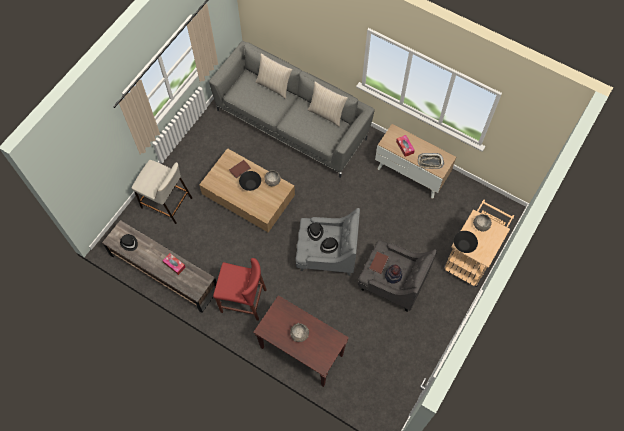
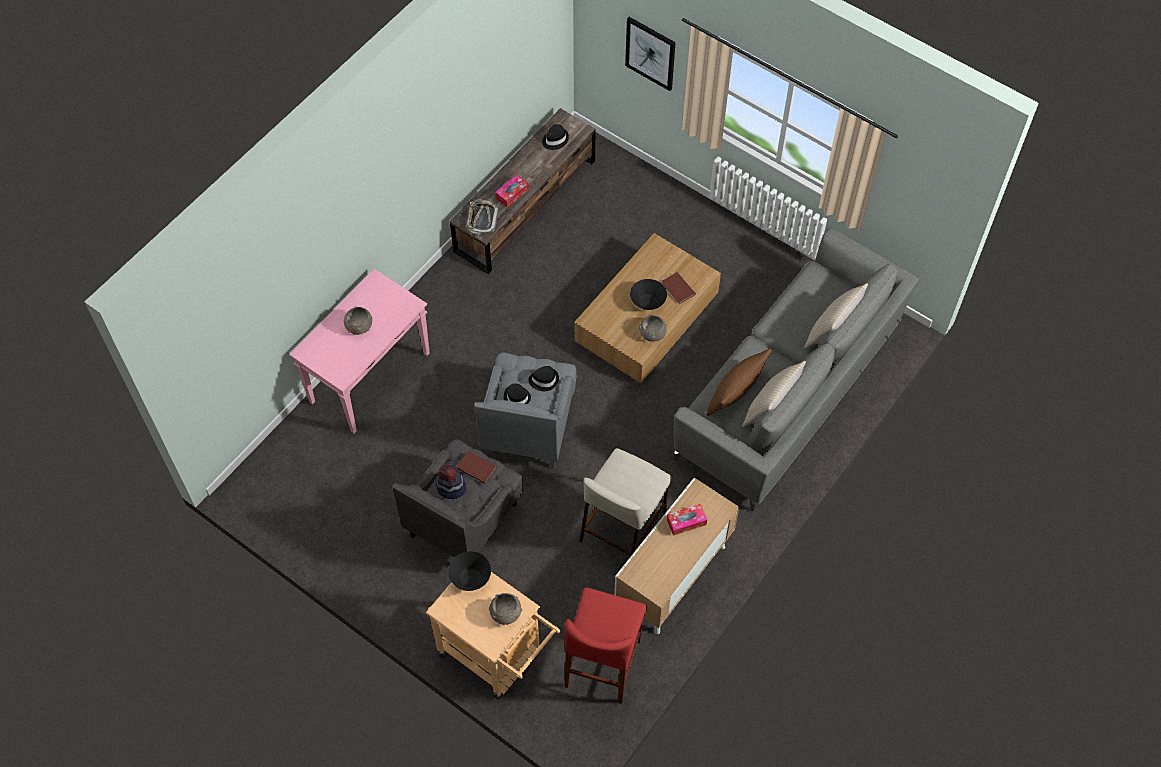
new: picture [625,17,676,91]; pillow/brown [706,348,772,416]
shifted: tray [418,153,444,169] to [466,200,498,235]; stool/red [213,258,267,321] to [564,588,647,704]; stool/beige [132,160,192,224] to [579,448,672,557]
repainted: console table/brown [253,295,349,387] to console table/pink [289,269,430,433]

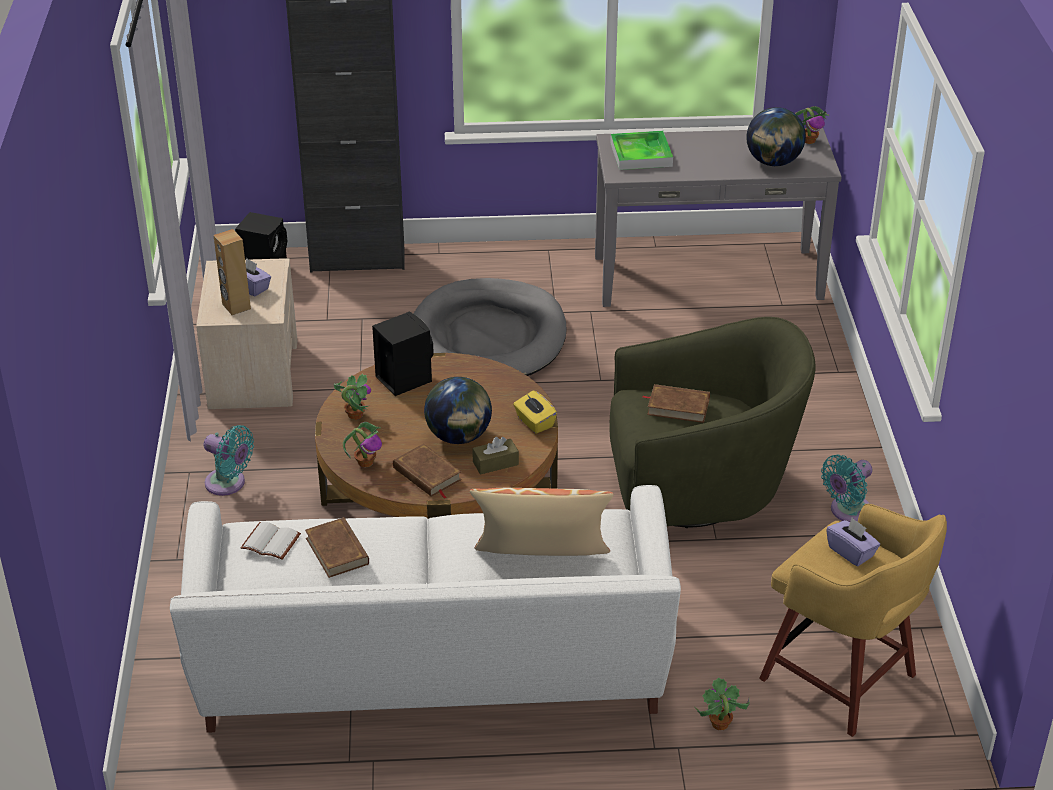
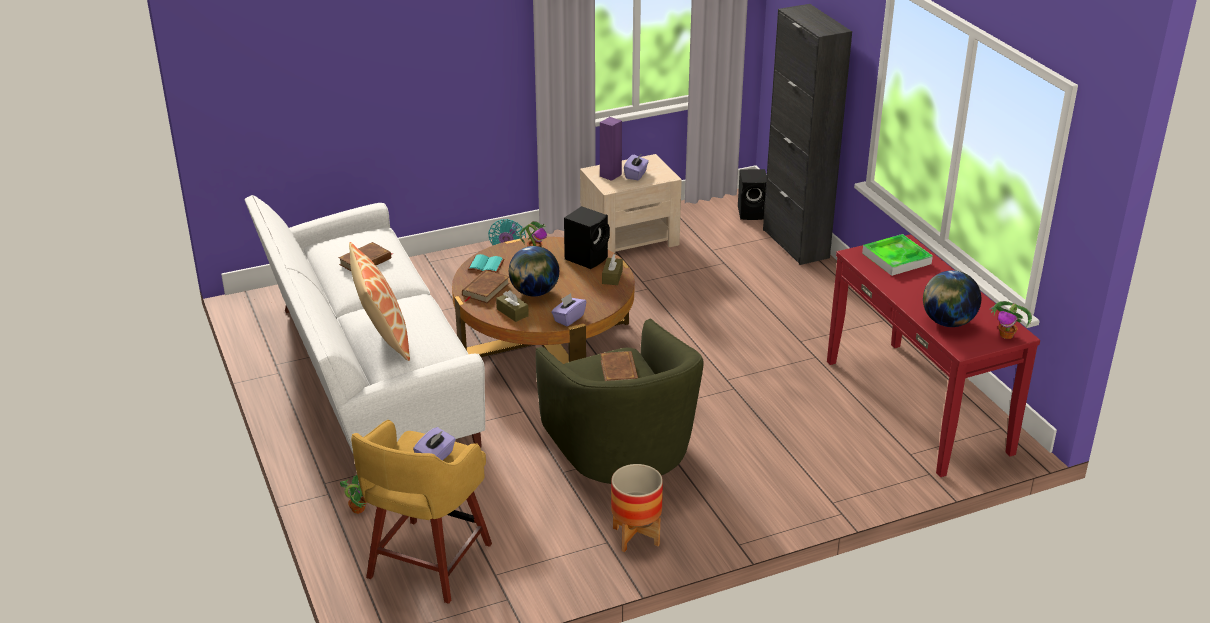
gone: book/white [241,522,301,560]; dog bed/grey [414,278,567,376]
new: tissue box/brown [602,254,623,285]
swapped: potted plant [343,422,382,467] to book/turquoise [467,254,504,273]; fan/turquoise [821,454,872,522] to planter [611,464,663,552]
repainted: tissue box/yellow [513,391,557,434] to tissue box/purple [551,293,586,326]; speaker/brown [213,229,251,315] to speaker/purple [600,117,622,181]; console table/grey [595,128,842,307] to console table/red [827,234,1040,477]

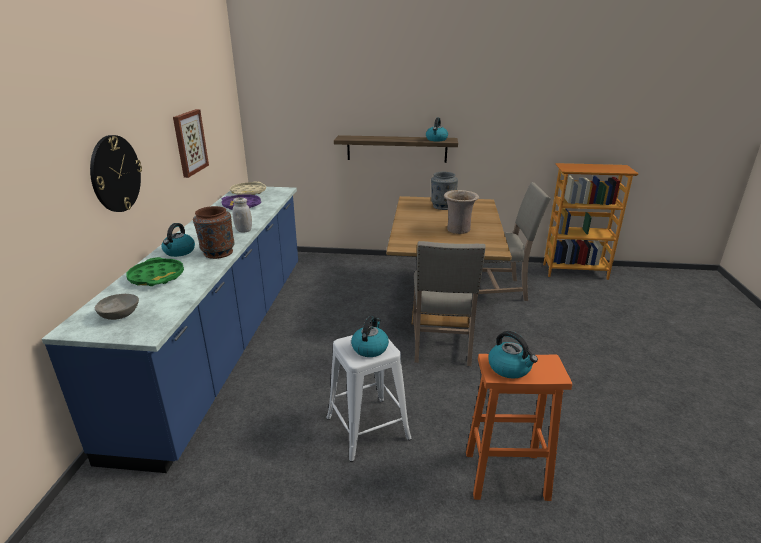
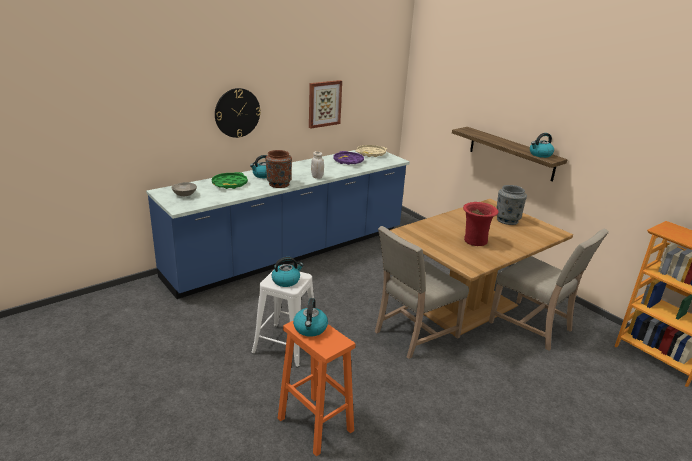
repainted: vase/beige [444,190,479,234] to vase/red [463,202,498,246]

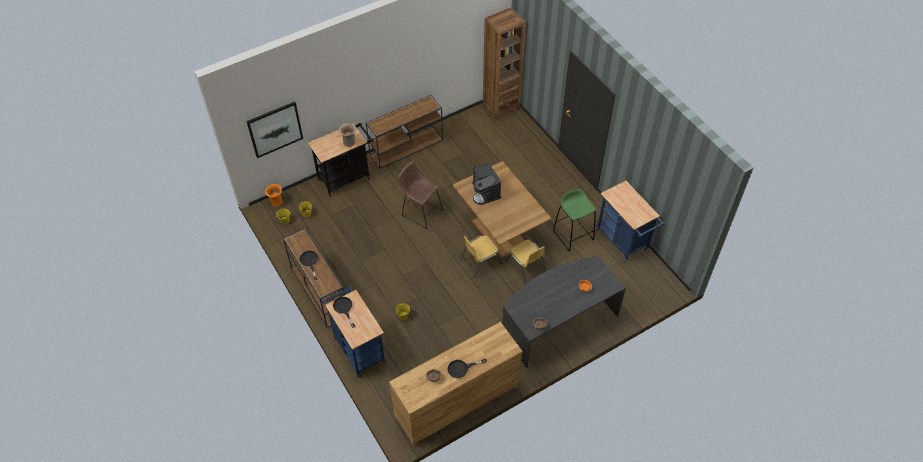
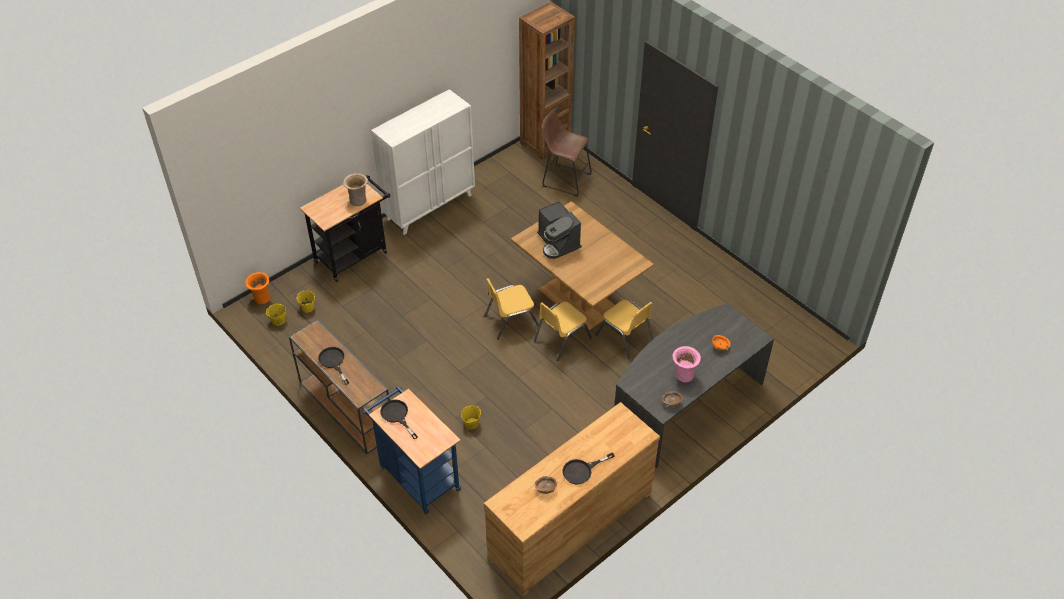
gone: picture [246,102,303,158]; stool/green [553,189,596,251]; cart/blue [596,181,664,262]
new: chair/yellow [484,278,539,340]; vase/pink [672,346,701,382]
shifted: stool/brown [398,161,443,229] to [542,109,592,197]
swapped: console table/brown [366,95,443,169] to cabinet/white [371,89,475,235]

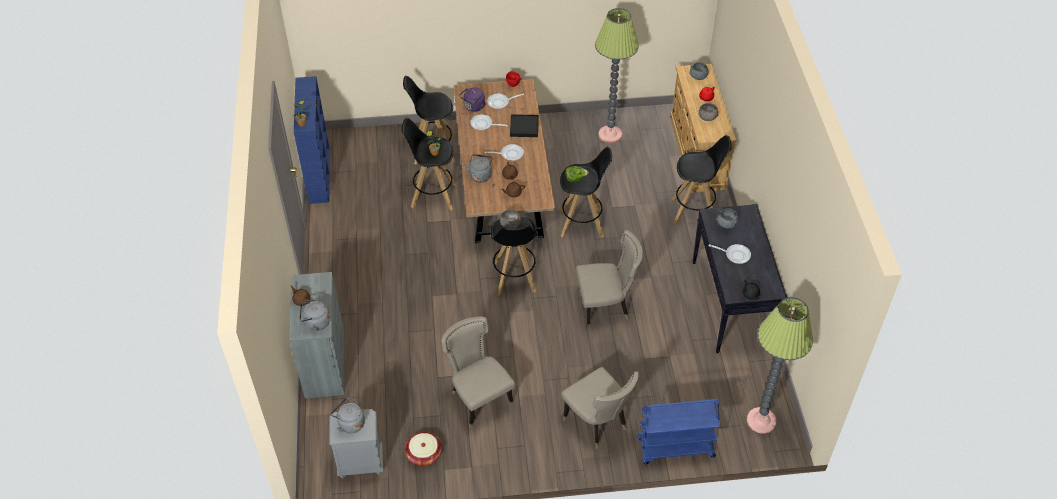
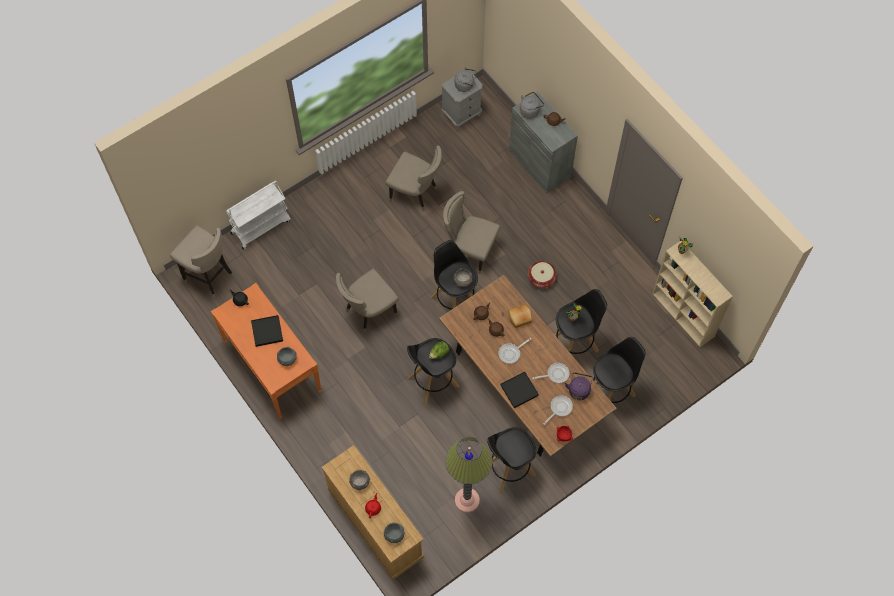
shifted: chair/beige [561,367,639,449] to [443,191,500,274]; stool/black [672,135,731,225] to [487,427,536,494]; basket [405,432,442,466] to [528,261,557,288]
swapped: floor lamp [747,297,813,434] to stool/beige [170,225,234,298]; frying pan [709,244,751,264] to tray/black [251,315,283,347]; kettle/grey [465,154,493,182] to bread [508,305,532,328]
repainted: console table/black [693,204,788,353] to console table/orange [210,283,322,419]; cart/blue [638,399,720,464] to cart/white [226,181,291,250]; bookcase/blue [294,76,330,204] to bookcase/beige [652,241,733,347]

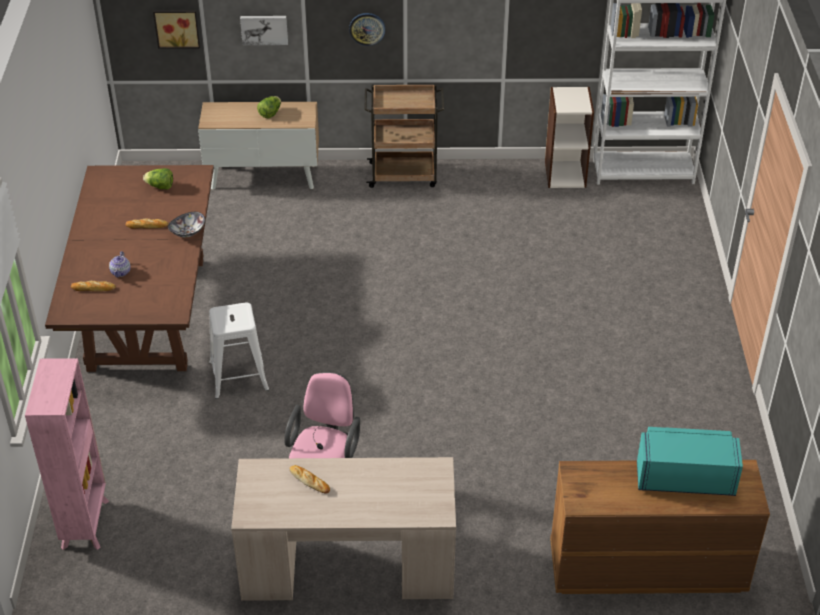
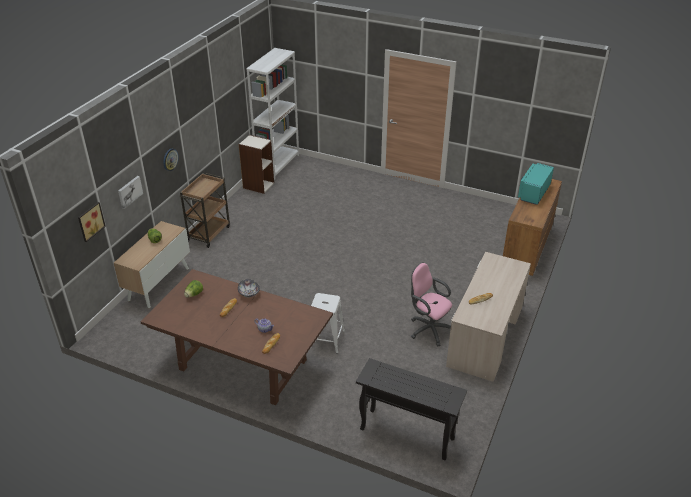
swapped: bookcase/pink [25,358,109,550] to console table/black [356,358,467,460]

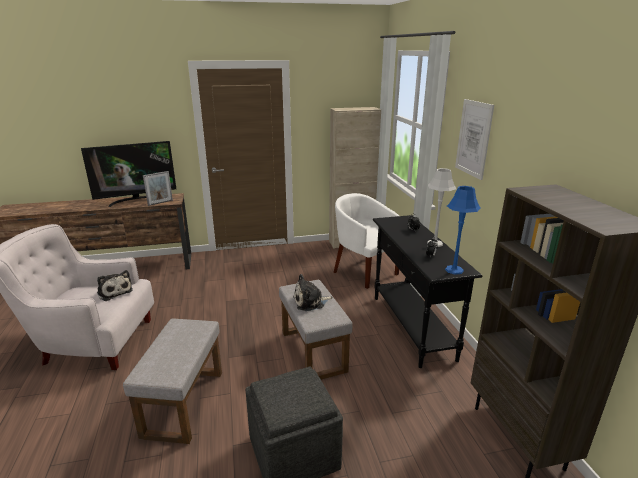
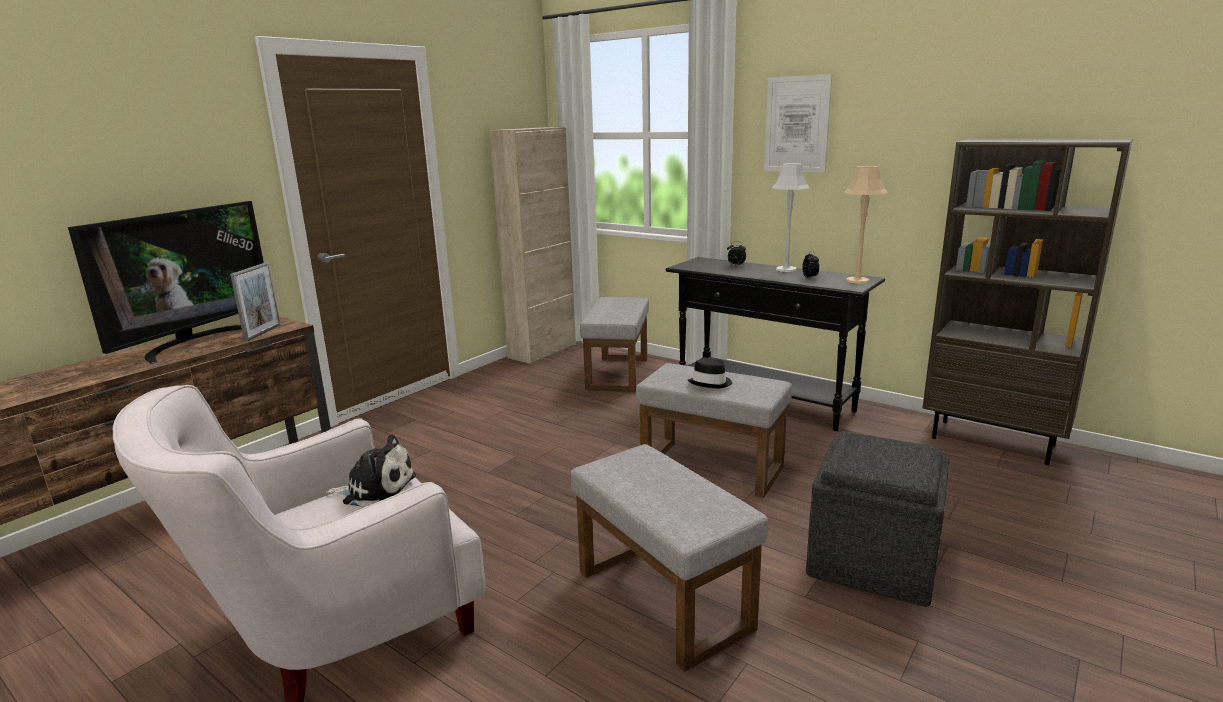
swapped: armchair/white [333,193,399,289] to ottoman/grey [580,297,649,392]; plush toy [293,274,333,311] to hat/black [688,358,732,388]
repainted: table lamp/blue [445,186,480,275] to table lamp/beige [844,166,888,284]

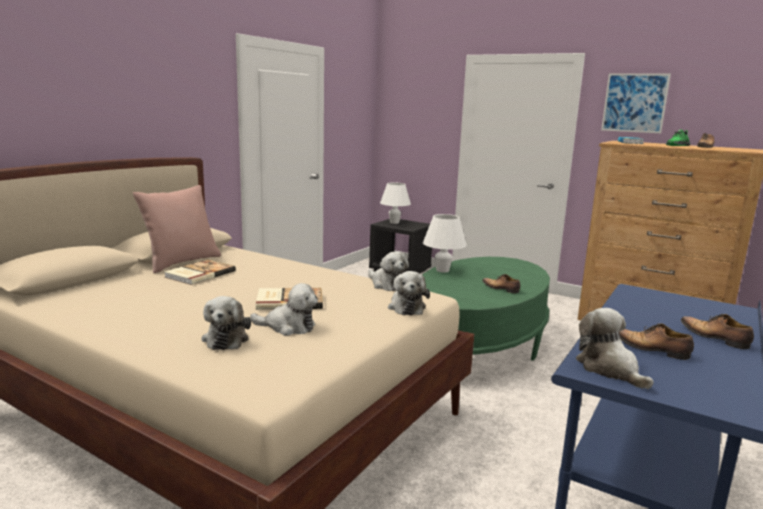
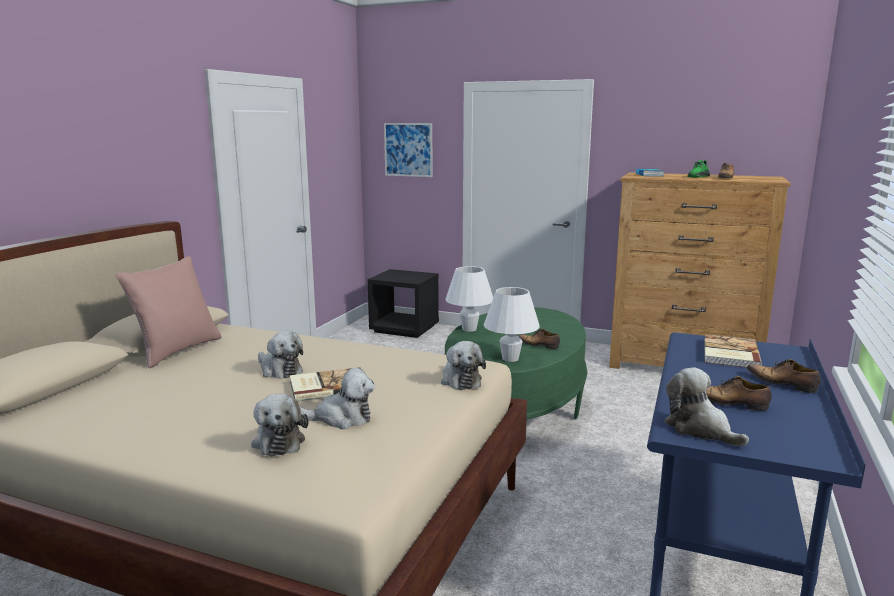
shifted: plush toy [368,252,409,291] to [258,331,303,379]; picture [601,73,671,133] to [384,123,433,177]; table lamp/white [380,183,411,224] to [484,287,540,362]; book [165,259,236,285] to [704,334,762,368]

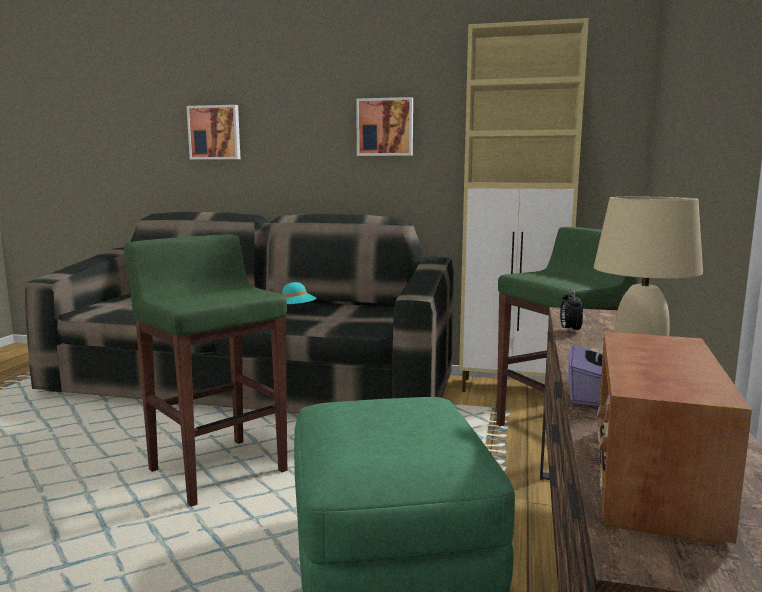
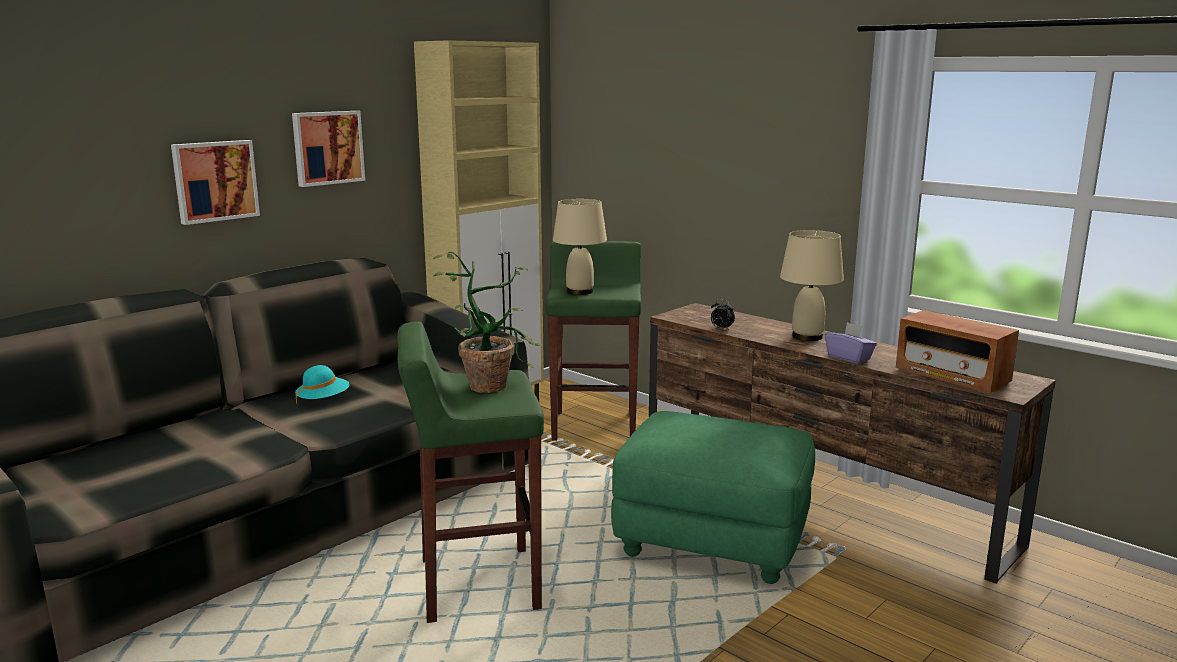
new: potted plant [433,252,543,393]; table lamp/beige [553,199,607,295]
shifted: picture [186,105,240,160] to [171,140,260,225]

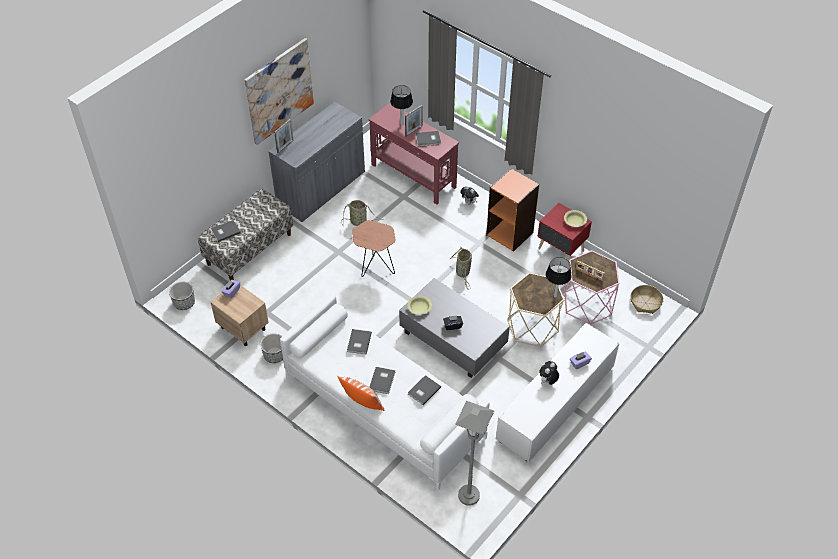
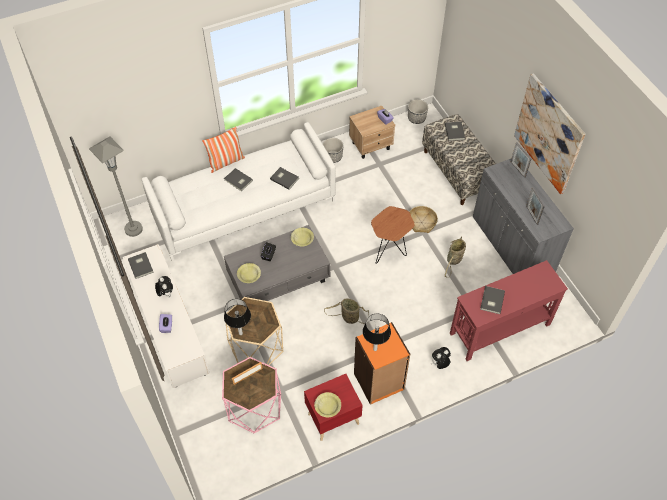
new: bowl/yellow [237,263,261,283]
shifted: book/grey [408,375,441,405] to [128,252,154,279]; table lamp [390,85,413,125] to [363,314,391,351]; basket [631,285,664,314] to [409,206,438,233]; picture frame [405,105,423,136] to [526,187,545,225]

